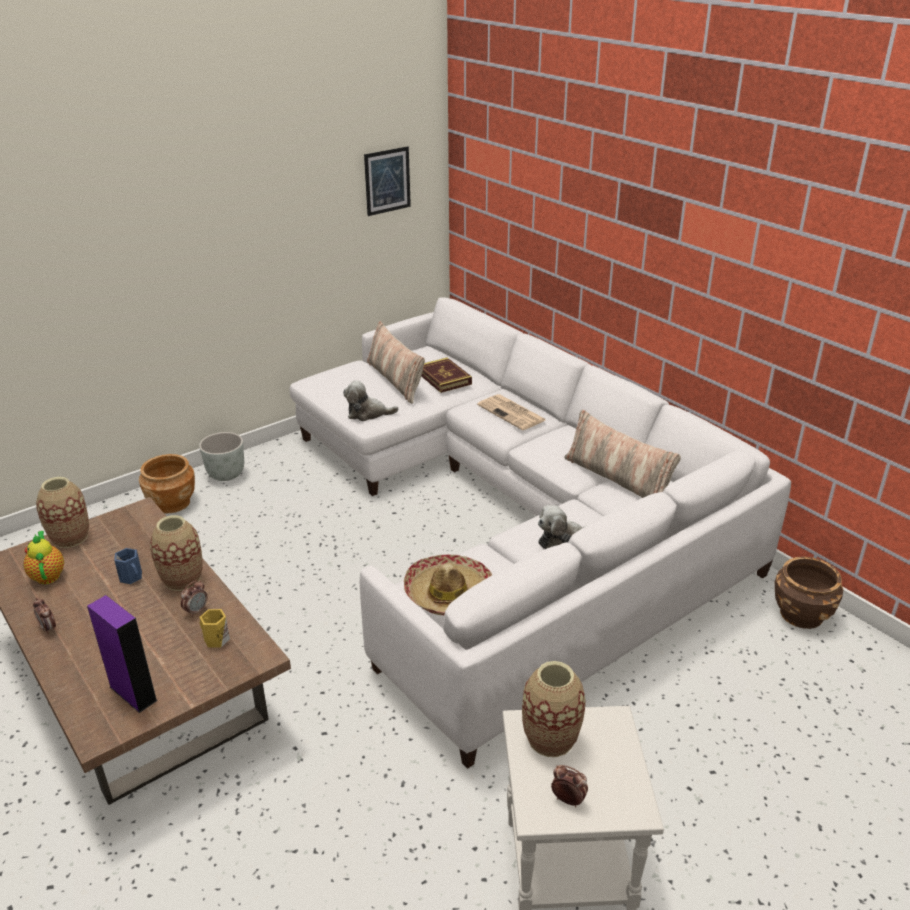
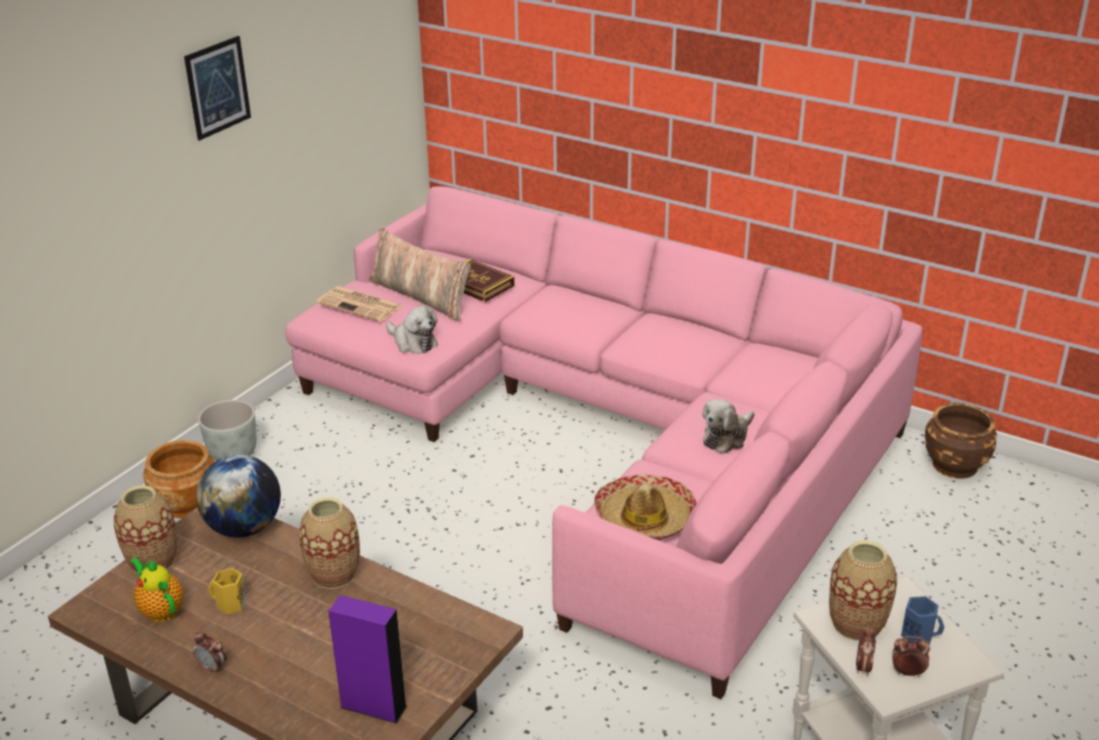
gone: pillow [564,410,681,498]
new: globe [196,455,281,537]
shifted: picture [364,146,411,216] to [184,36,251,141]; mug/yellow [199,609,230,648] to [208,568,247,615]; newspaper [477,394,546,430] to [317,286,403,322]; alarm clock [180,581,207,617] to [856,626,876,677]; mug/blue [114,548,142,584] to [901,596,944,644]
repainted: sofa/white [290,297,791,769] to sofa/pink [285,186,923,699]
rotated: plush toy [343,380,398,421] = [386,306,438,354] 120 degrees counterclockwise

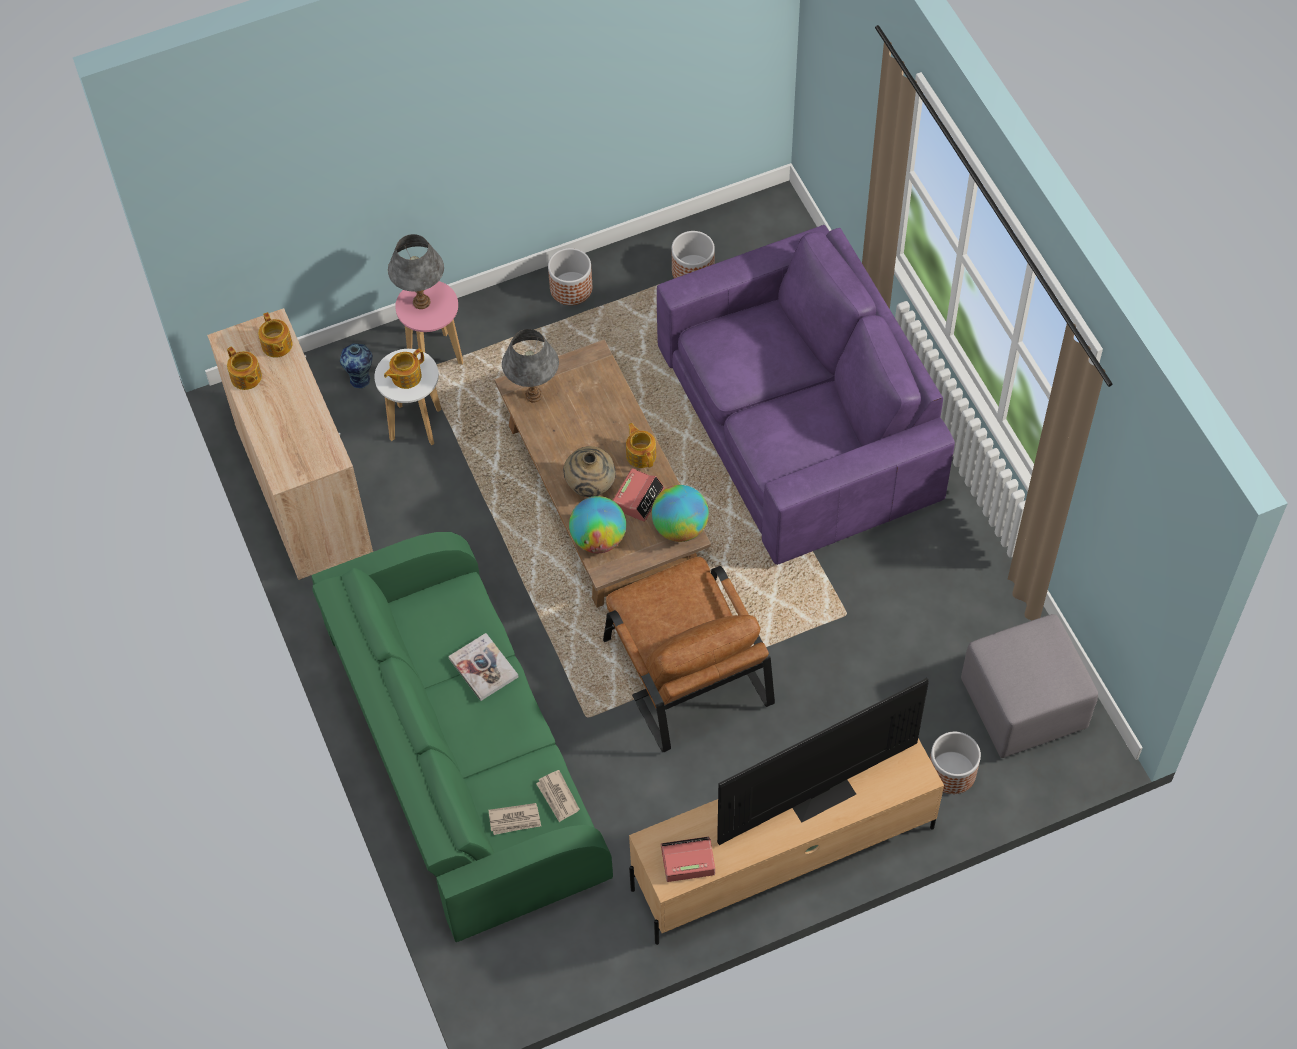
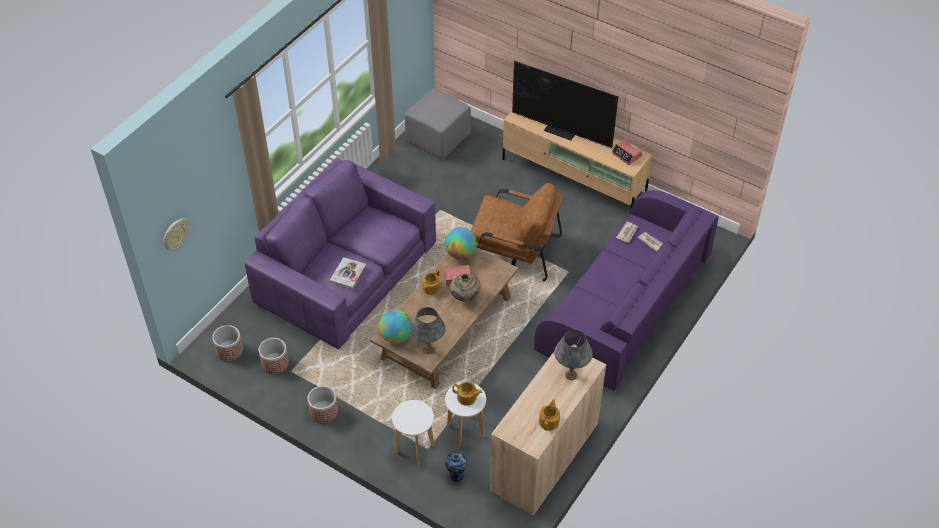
gone: teapot [258,312,293,358]
new: wall clock [163,219,189,251]
shifted: planter [930,732,981,794] to [212,325,243,361]; book [448,633,518,701] to [330,257,366,289]; globe [569,496,626,553] to [378,310,412,343]; table lamp/grey [388,234,444,309] to [554,330,593,380]
repainted: stool/pink [395,281,464,365] to stool/white [392,400,434,466]; sofa/green [311,532,613,942] to sofa/purple [534,190,719,391]
rotated: armchair/brown [603,557,775,752] = [471,183,563,281] 75 degrees clockwise

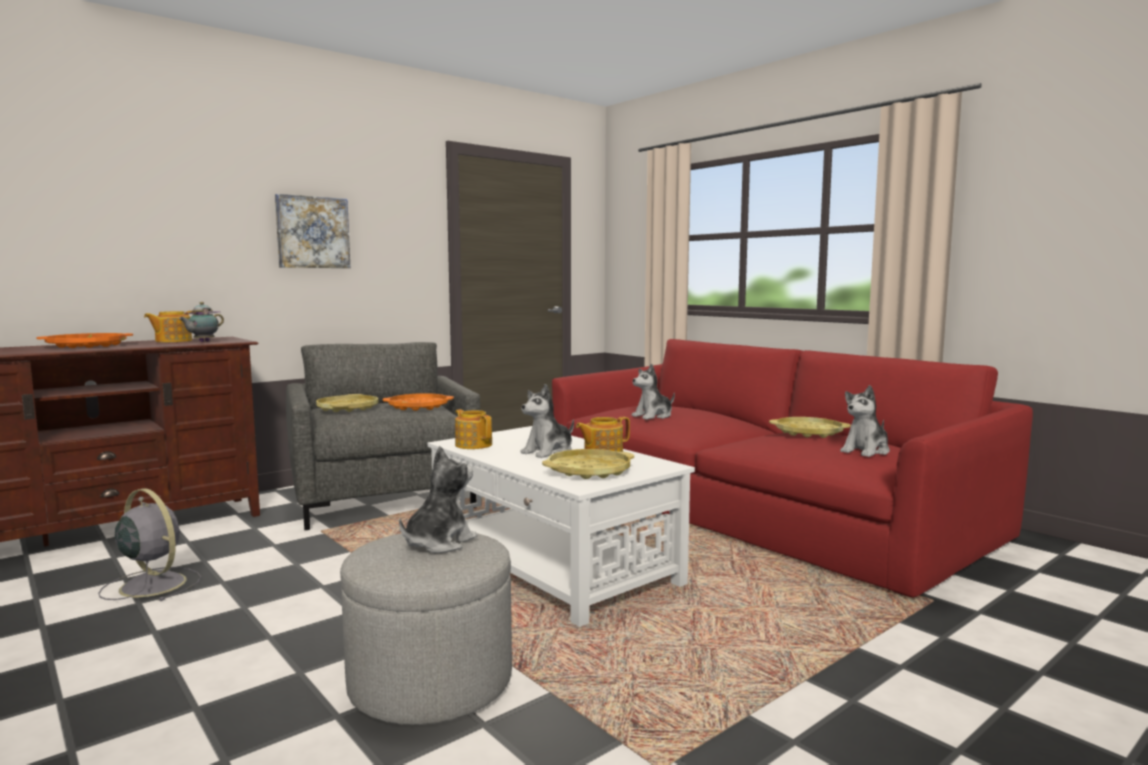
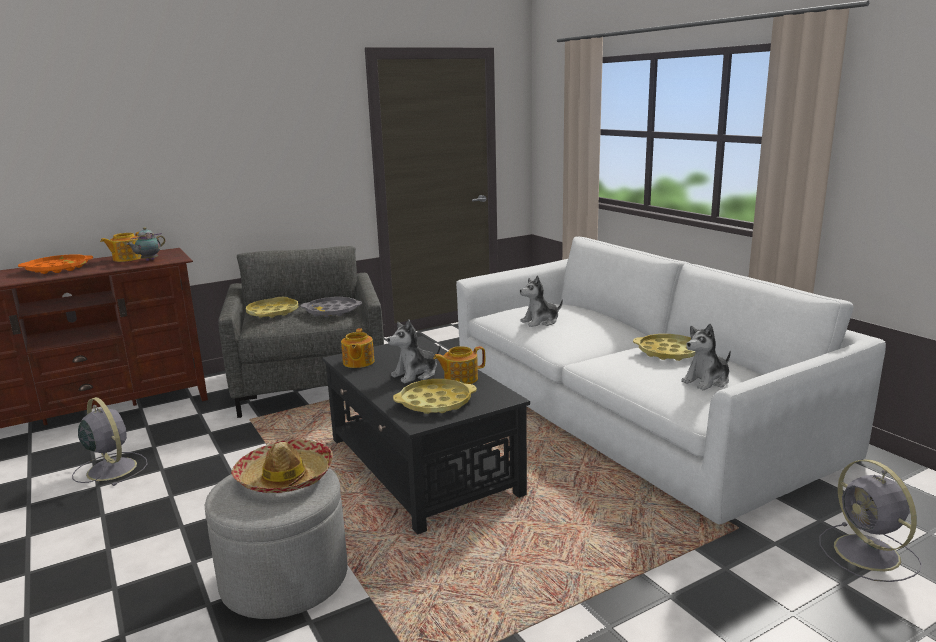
gone: picture [275,194,350,268]
new: fan/grey [819,459,922,582]
swapped: plush toy [399,446,478,553] to hat [231,439,333,493]
repainted: tray/orange [383,393,454,411] to tray/grey [301,297,362,317]; coffee table/white [428,426,695,627] to coffee table/black [322,336,530,535]; sofa/red [552,339,1033,597] to sofa/white [456,236,886,524]
rotated: teapot [455,409,492,449] = [341,329,375,368] 150 degrees counterclockwise

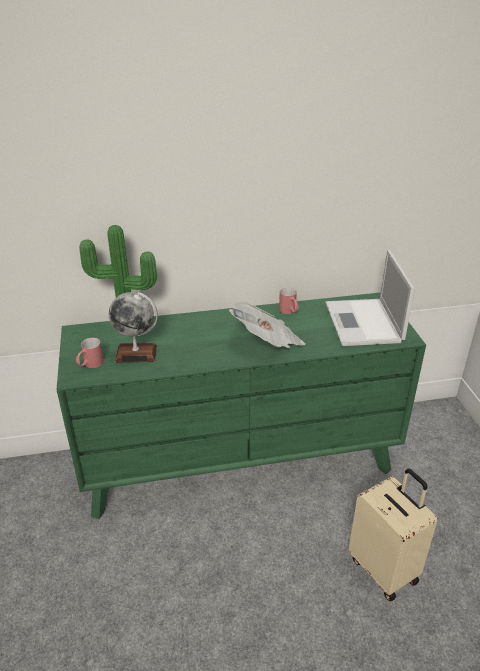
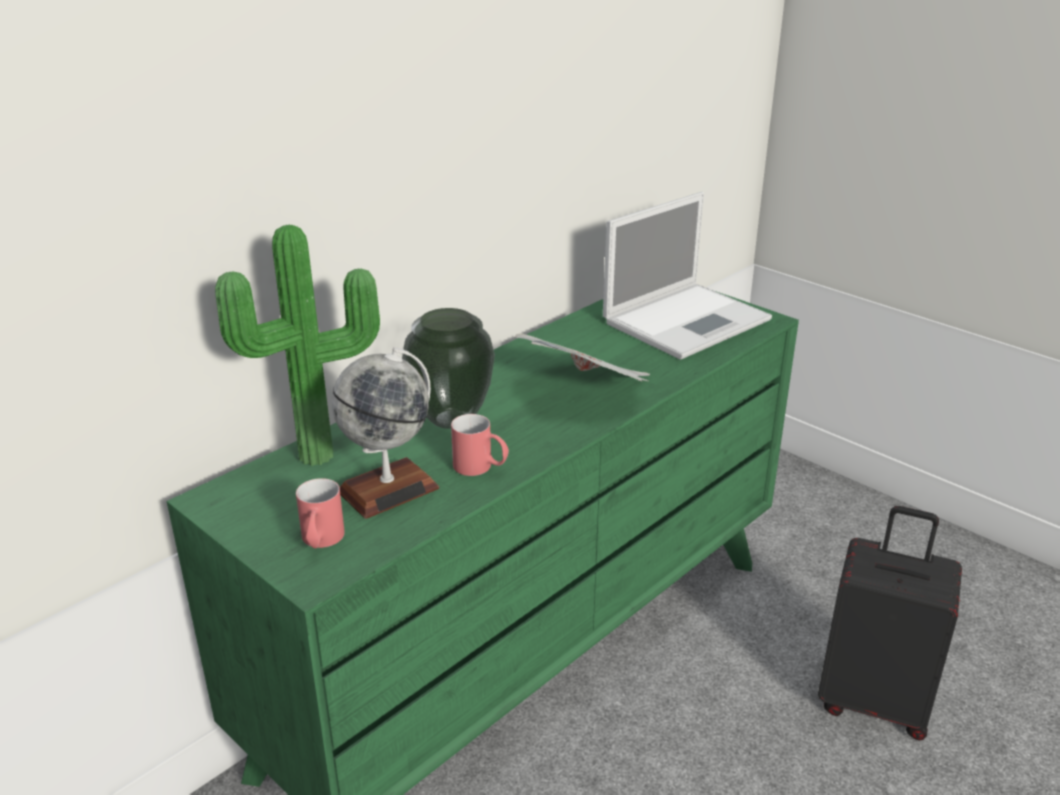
new: vase [402,308,495,429]
shifted: mug/red [279,287,299,314] to [451,414,509,476]
repainted: suitcase/beige [349,468,437,601] to suitcase/black [818,506,962,740]
rotated: laptop [325,250,415,346] = [603,192,772,360] 90 degrees counterclockwise

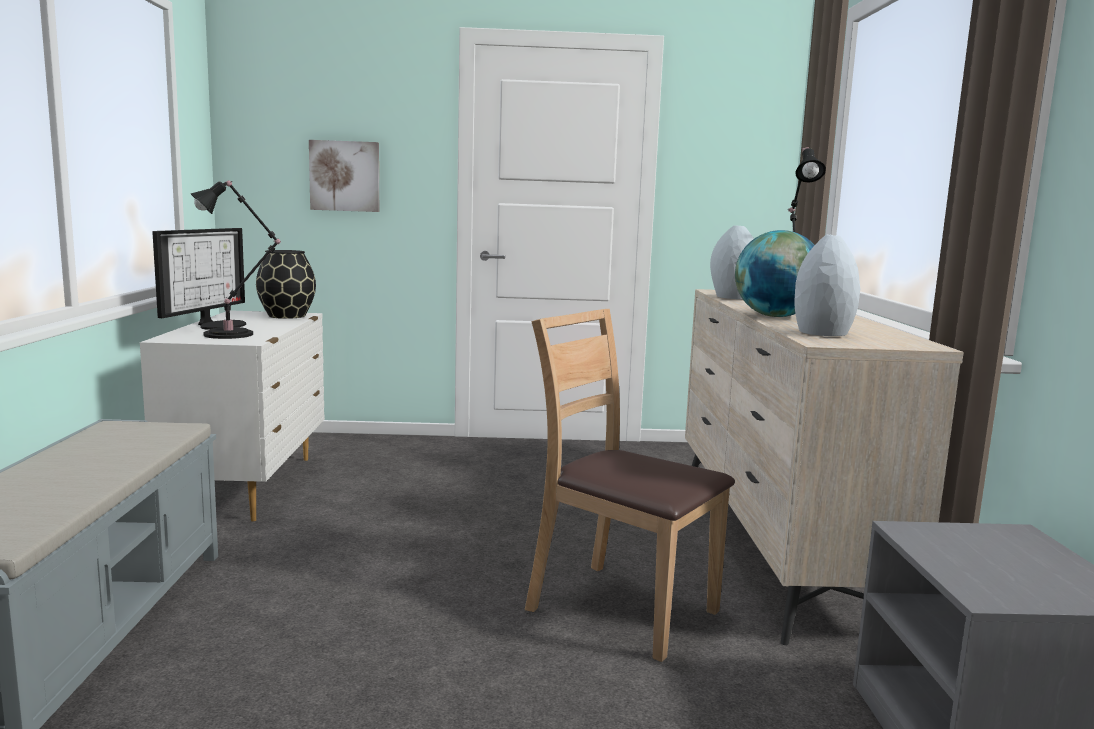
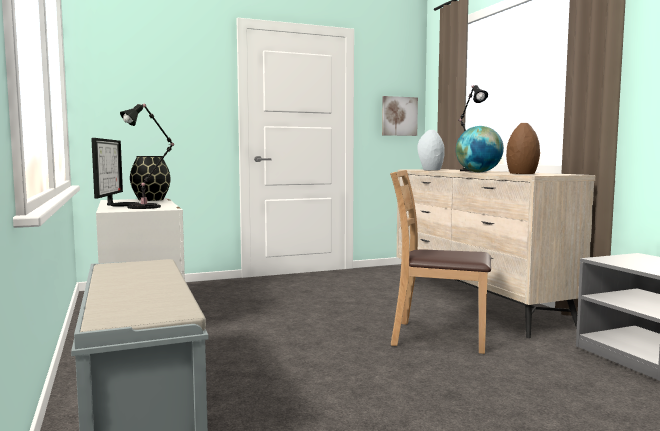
shifted: picture [309,140,379,212] to [382,96,418,136]
repainted: vase/grey [794,234,860,336] to vase/brown [506,123,540,174]

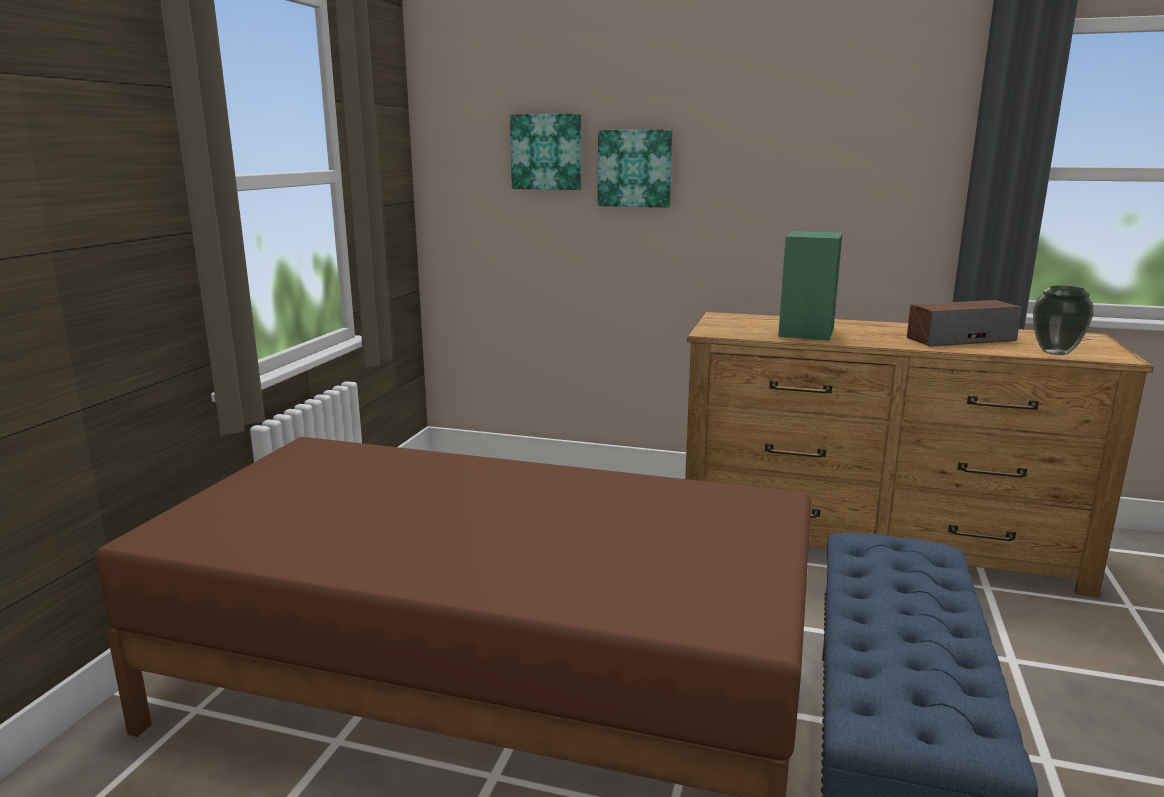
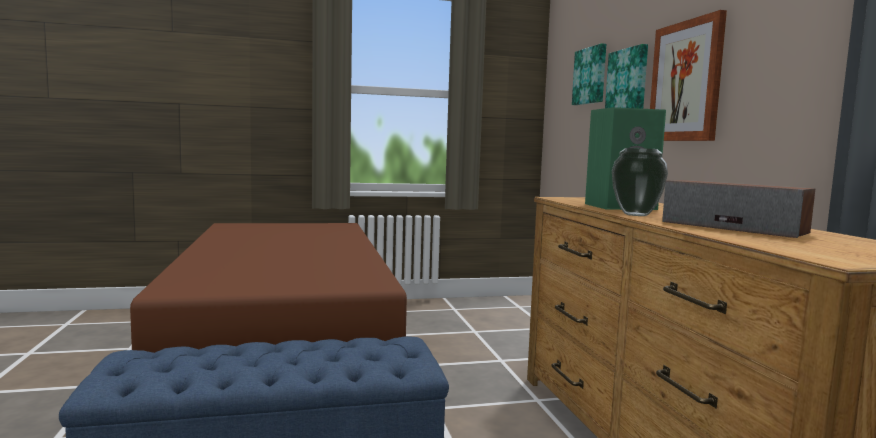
new: picture [650,10,727,141]
shifted: vase [1033,286,1094,355] to [612,148,668,216]

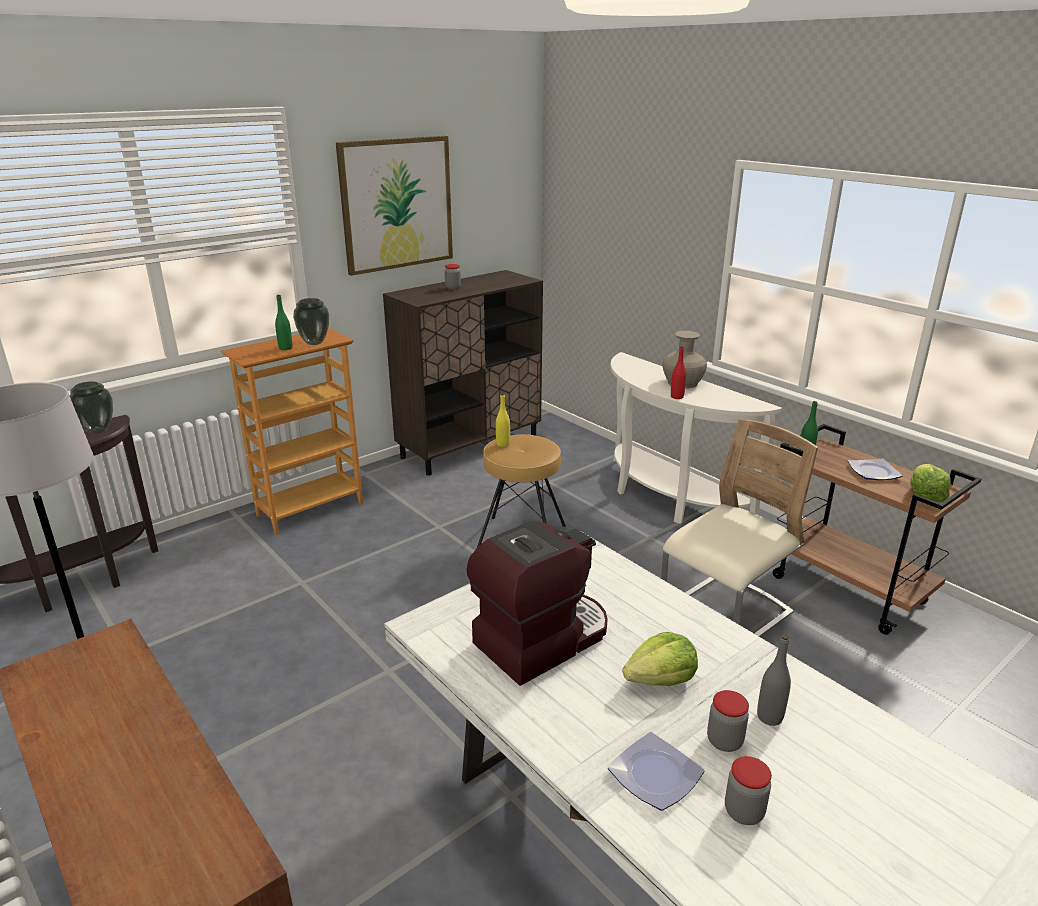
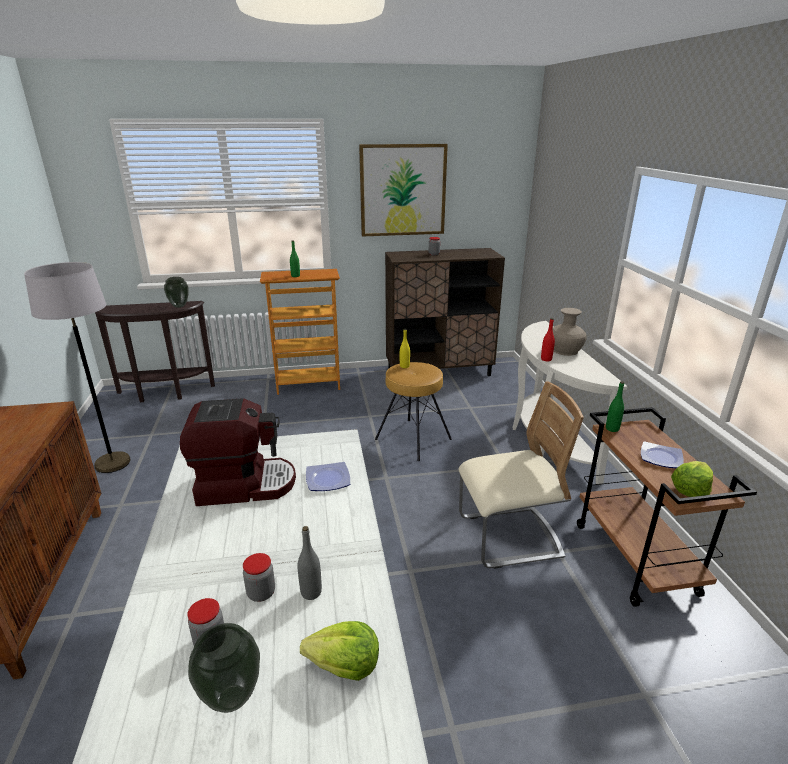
shifted: vase [293,298,329,345] to [188,623,260,713]; lettuce [622,632,698,686] to [300,621,379,681]; plate [608,732,704,810] to [306,462,350,491]

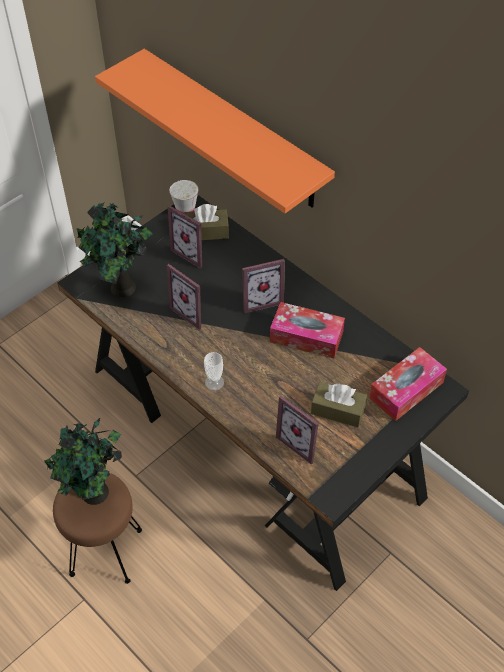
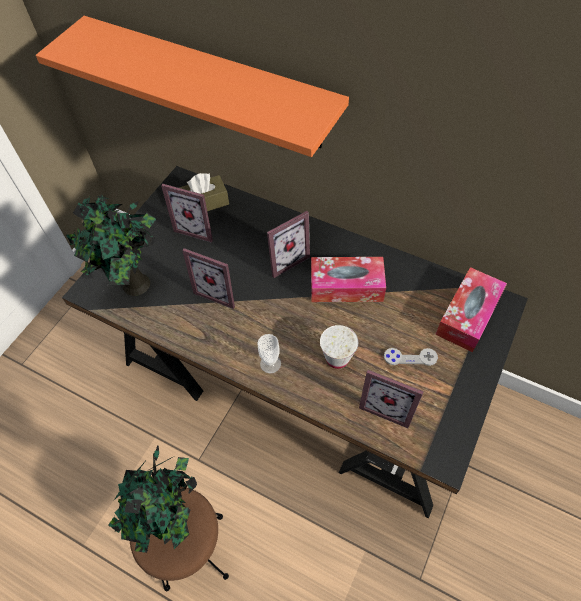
shifted: cup/white [170,180,199,213] to [320,325,358,369]
swapped: tissue box/brown [311,382,367,427] to game controller/grey [384,348,438,366]

